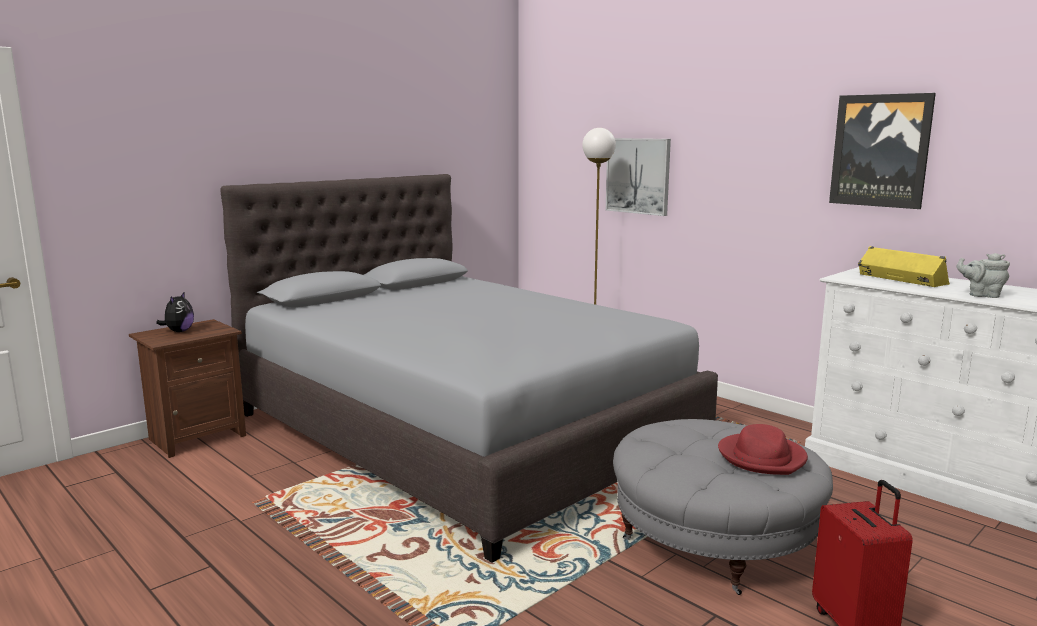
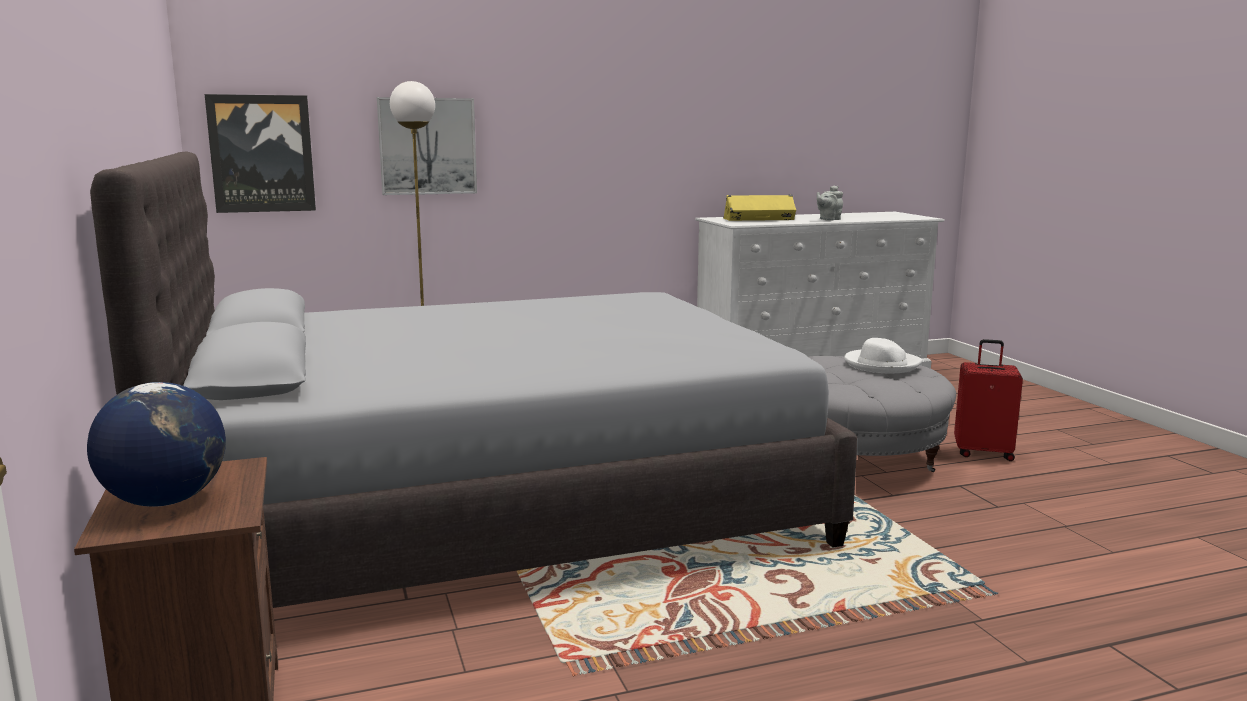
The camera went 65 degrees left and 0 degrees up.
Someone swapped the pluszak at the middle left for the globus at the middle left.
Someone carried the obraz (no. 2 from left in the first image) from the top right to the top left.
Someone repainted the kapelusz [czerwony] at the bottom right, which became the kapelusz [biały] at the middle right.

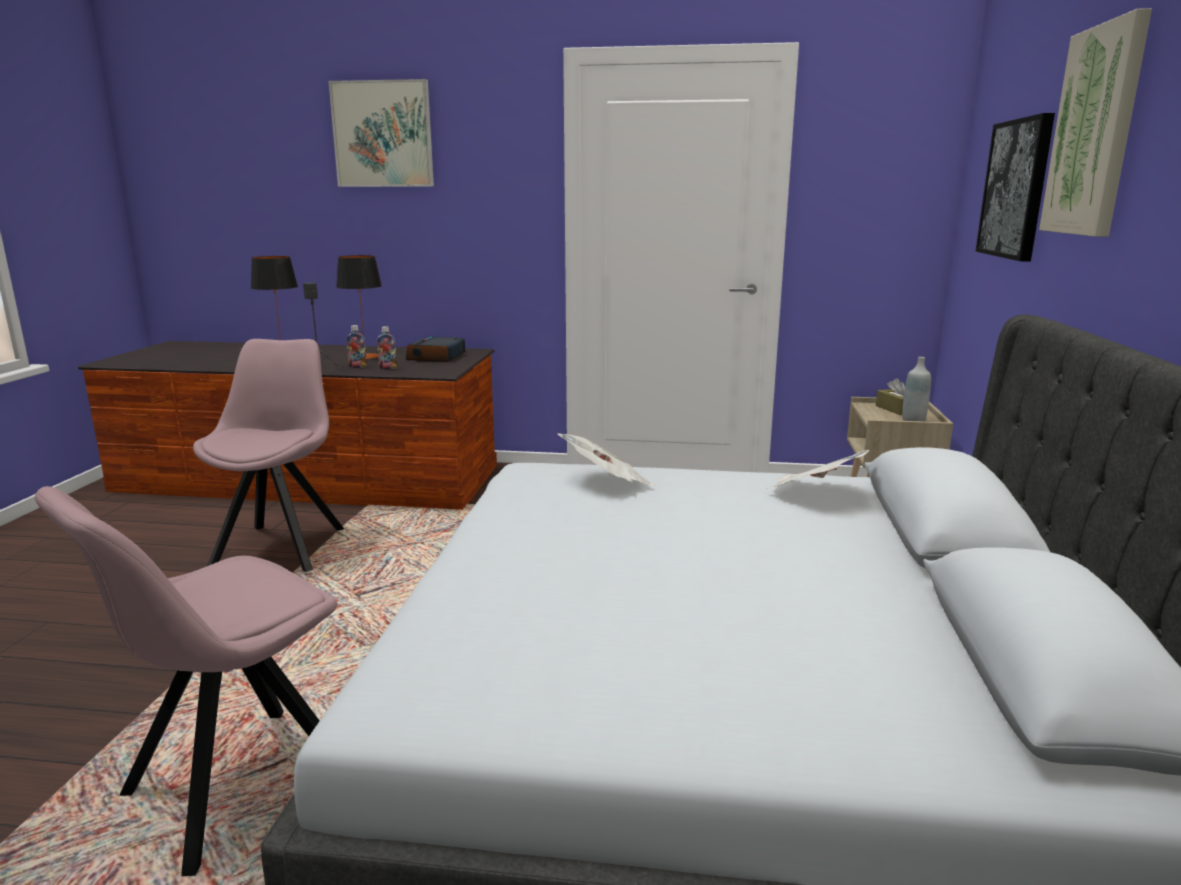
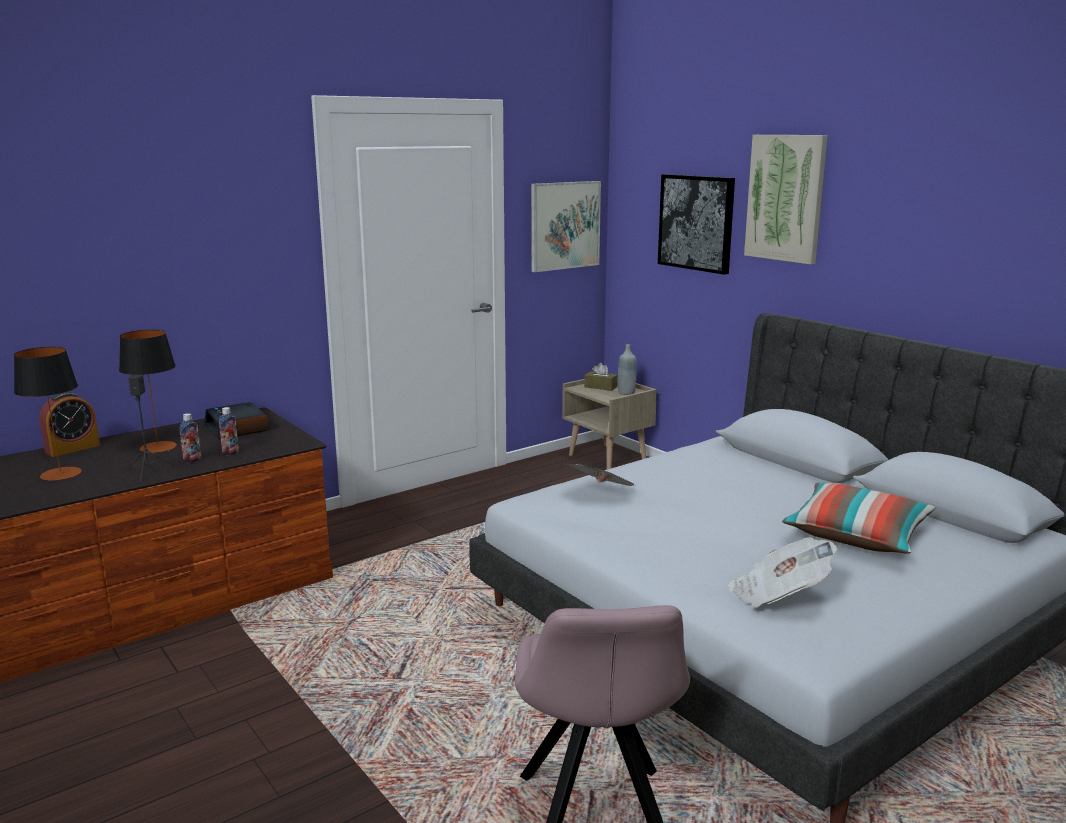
The camera went 45 degrees left and 0 degrees up.
Someone put down the budzik (no. 1 from left) at the middle left.
Someone carried the obraz (no. 1 from left) from the top left to the top centre.
Someone carried the gazeta (no. 2 from left) from the middle right to the bottom right.
Someone put down the poduszka at the middle right.
Someone took away the krzesło [różowy] (no. 2 from left) at the middle left.

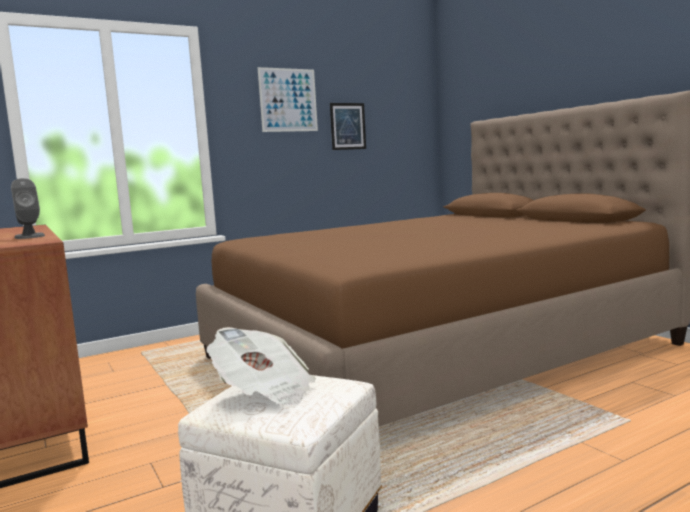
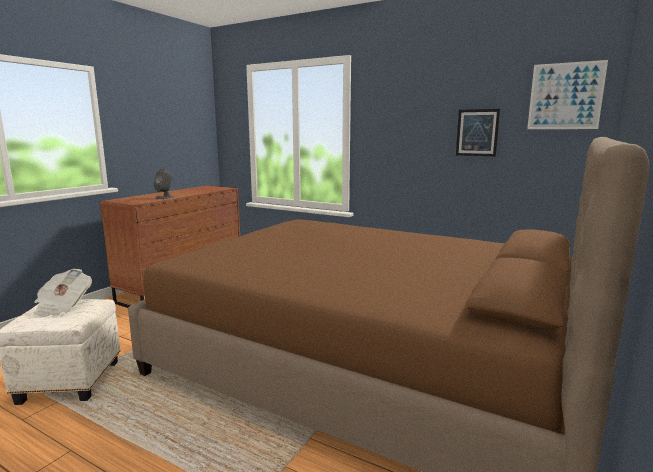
The camera went 60 degrees right and 5 degrees up.
Someone carried the obraz (no. 1 from left in the first image) from the top centre to the top right.

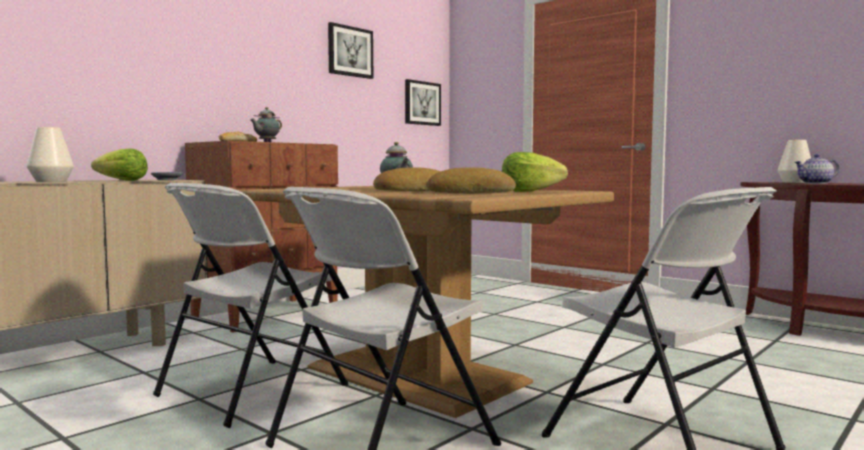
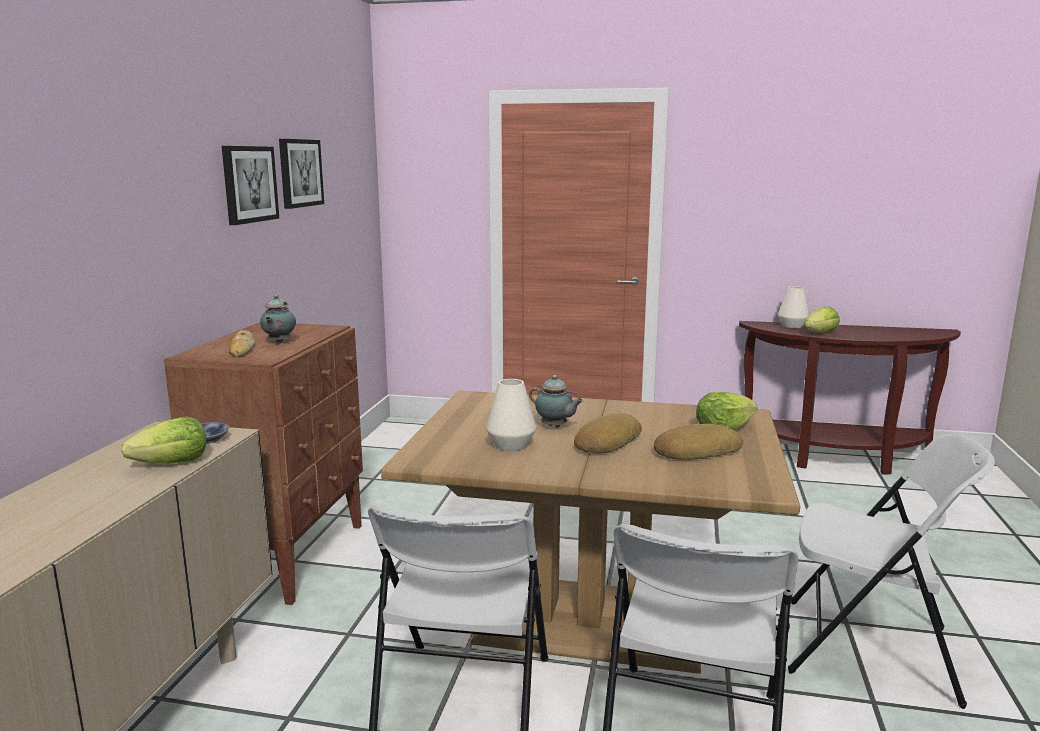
The camera went 30 degrees left and 10 degrees up.
Someone carried the obraz (no. 2 from left in the first image) from the top centre to the top left.
Someone carried the wazon [biały] (no. 1 from left) from the middle left to the centre.
Someone swapped the imbryk (no. 3 from left) at the middle right for the sałata (no. 3 from left) at the middle right.

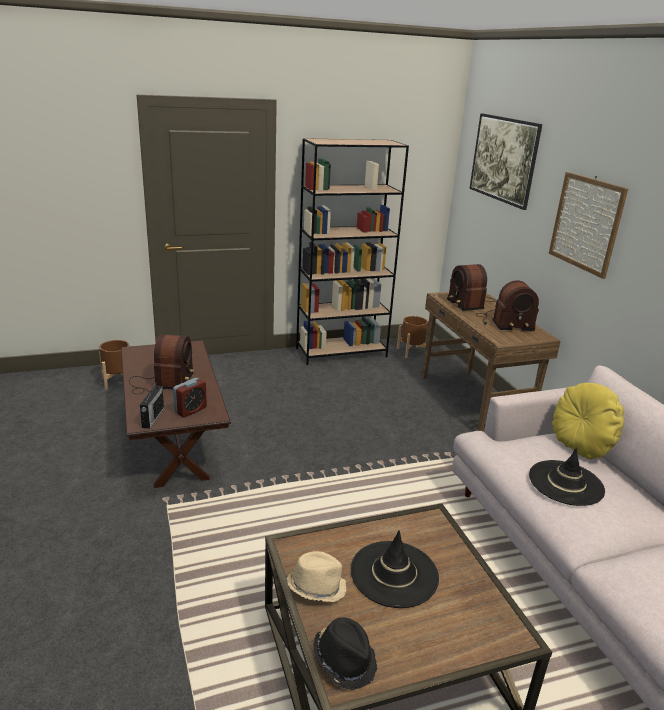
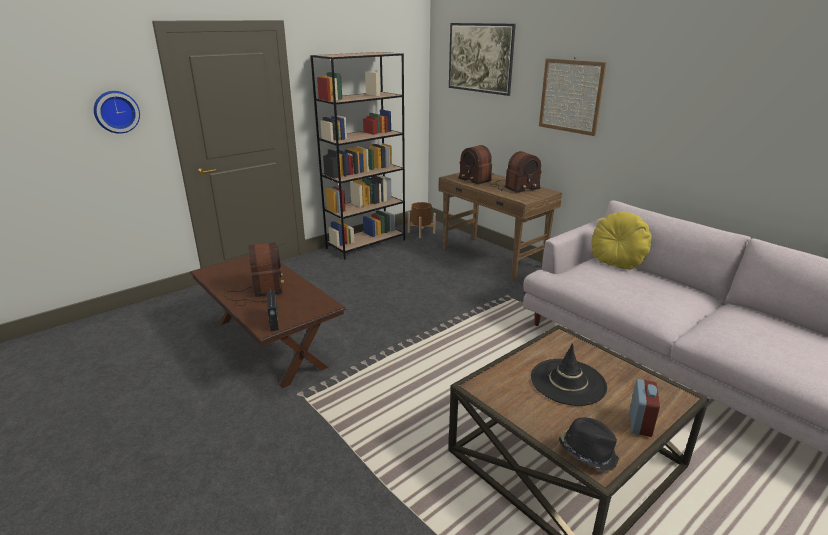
The camera went 20 degrees left and 0 degrees up.
Someone put up the zegar ścienny at the top left.
Someone carried the budzik from the middle left to the bottom right.
Someone took away the donica [brązowy] (no. 1 from left) at the middle left.
Someone took away the kapelusz [beżowy] at the bottom centre.
Someone took away the kapelusz [czarny] (no. 3 from left) at the bottom right.

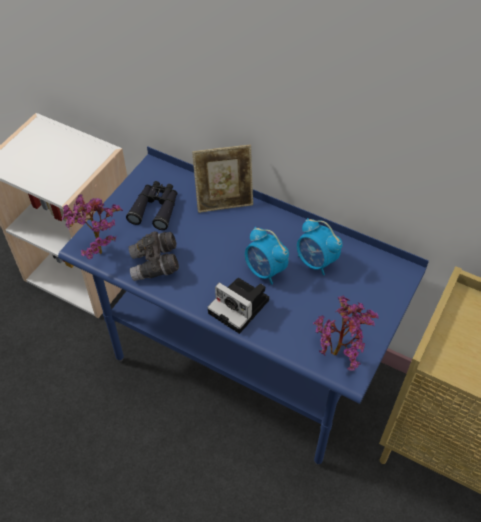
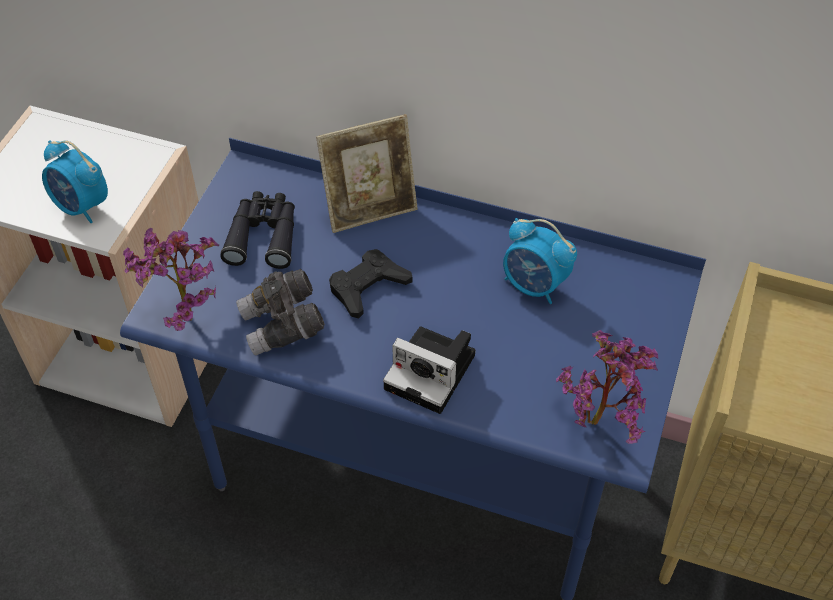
The camera went 10 degrees left and 0 degrees up.
Someone carried the budzik (no. 1 from left) from the centre to the top left.
Someone put down the pad do gier [czarny] at the centre.

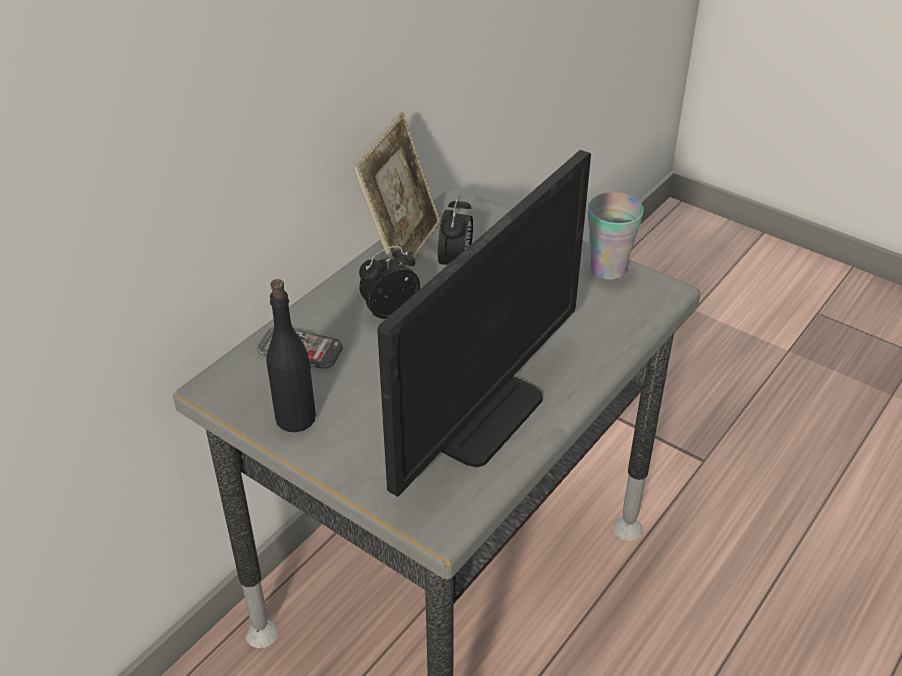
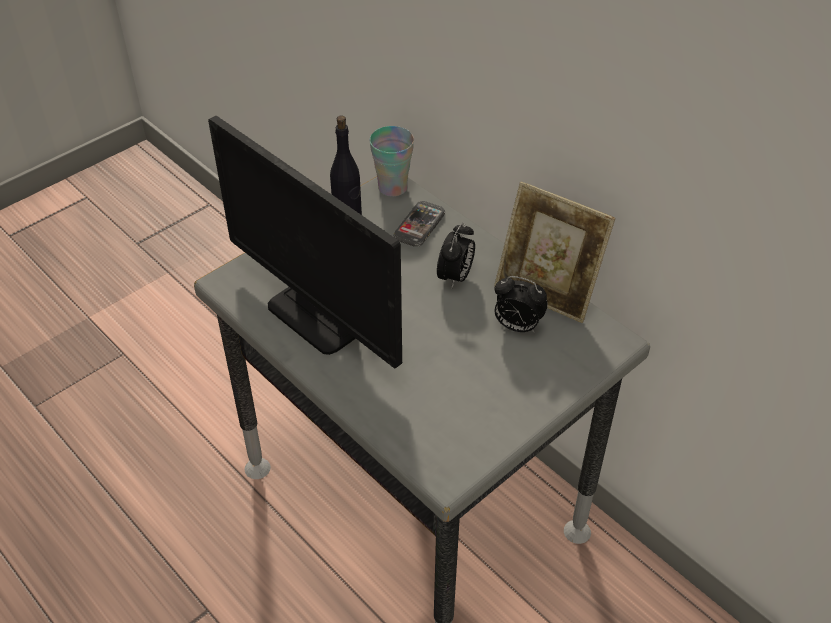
The camera went 100 degrees right and 5 degrees up.
Someone carried the filiżanka from the middle right to the top centre.
Someone rotated the budzik (no. 1 from left) at the centre by 45 degrees clockwise.

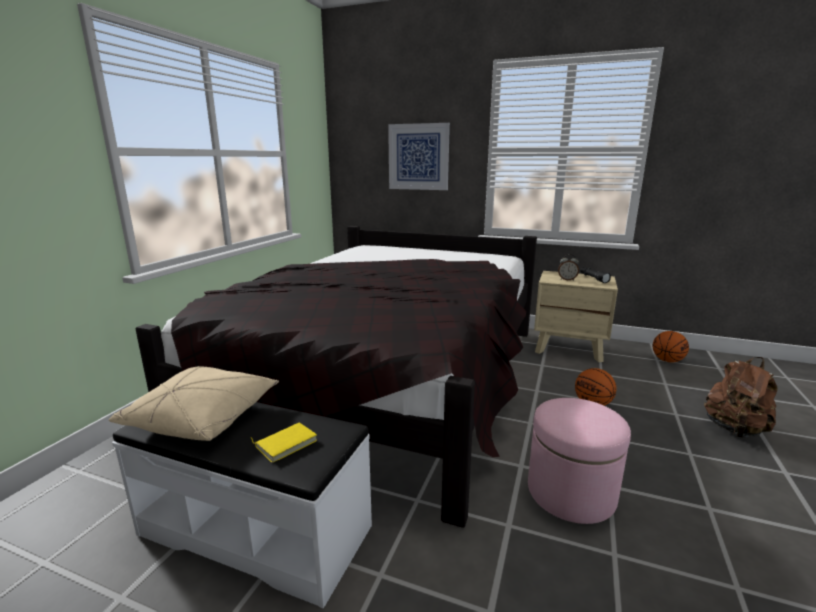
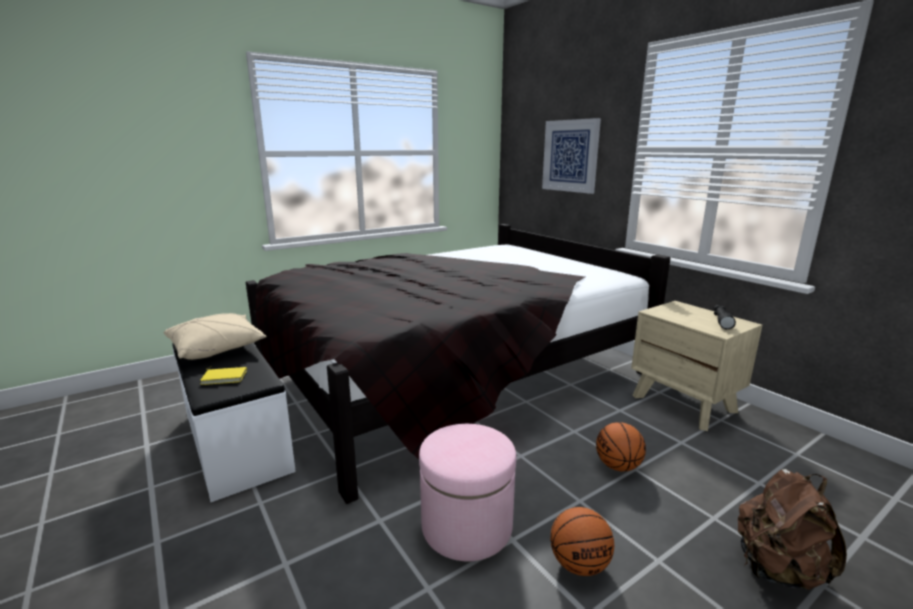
The camera went 35 degrees right and 0 degrees up.
Someone carried the piłka do koszykówki (no. 2 from left in the first image) from the middle right to the bottom centre.
Someone took away the budzik at the middle right.

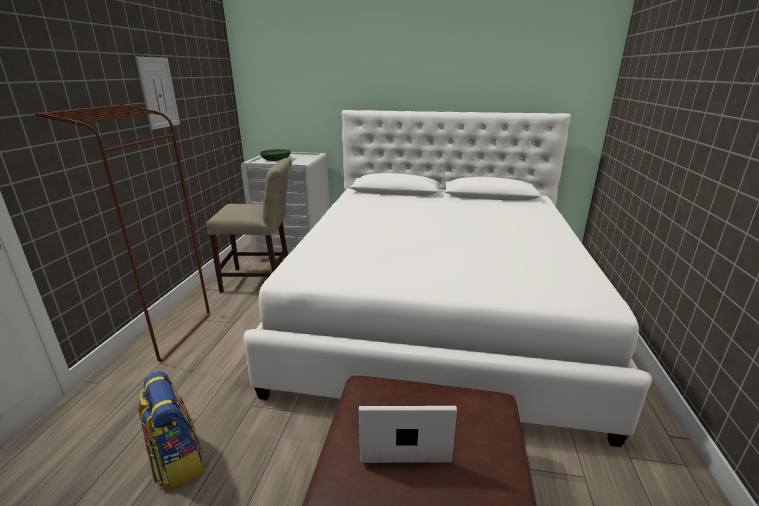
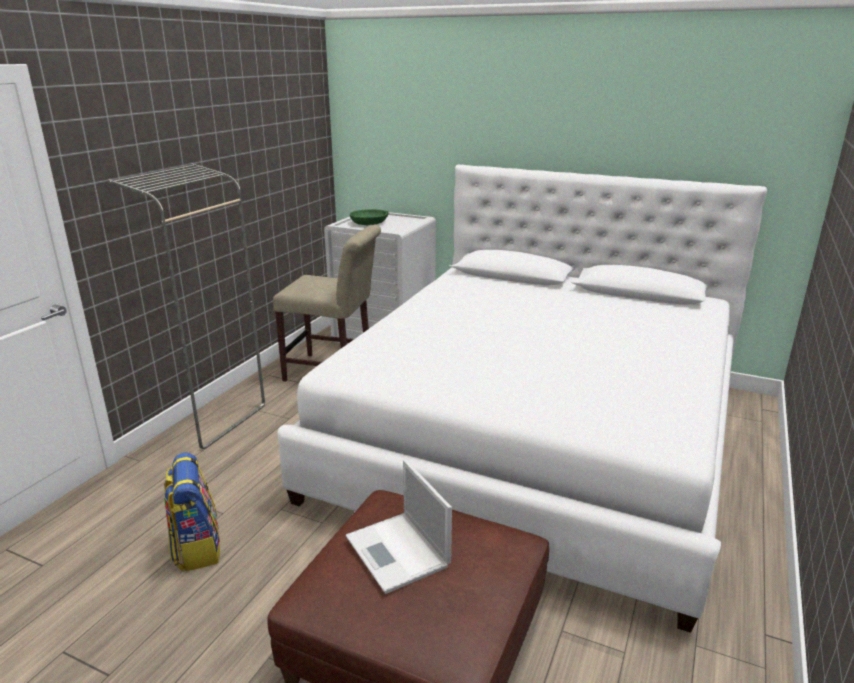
The camera went 15 degrees right and 0 degrees up.
Someone repainted the wieszak [brązowy] at the middle left, which became the wieszak [szary] at the middle left.
Someone rotated the laptop at the bottom centre by 135 degrees counterclockwise.
Someone took away the obraz at the top left.

